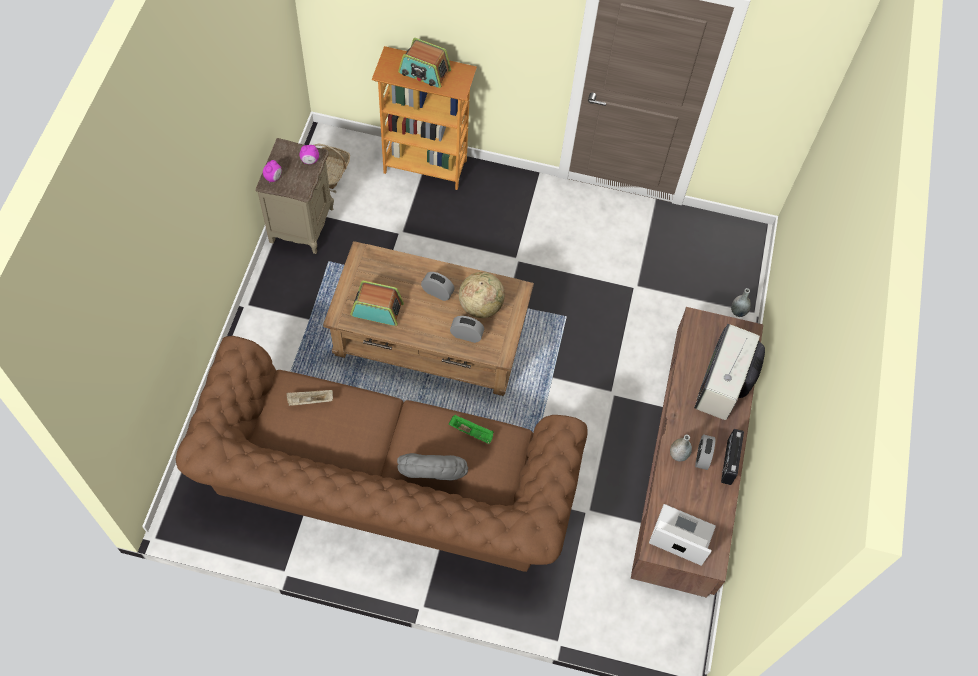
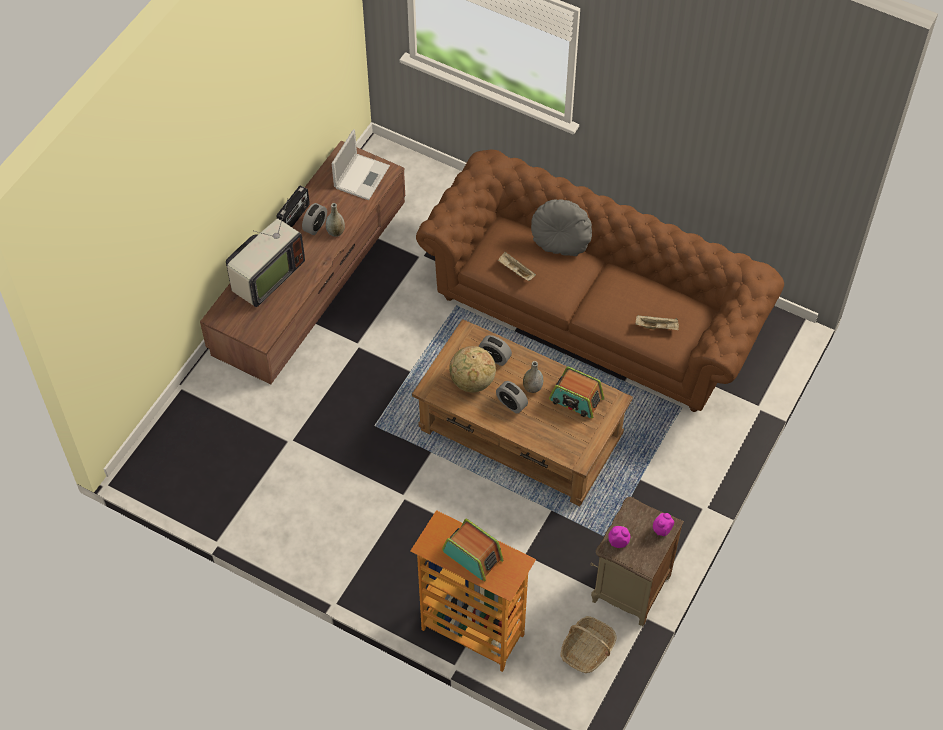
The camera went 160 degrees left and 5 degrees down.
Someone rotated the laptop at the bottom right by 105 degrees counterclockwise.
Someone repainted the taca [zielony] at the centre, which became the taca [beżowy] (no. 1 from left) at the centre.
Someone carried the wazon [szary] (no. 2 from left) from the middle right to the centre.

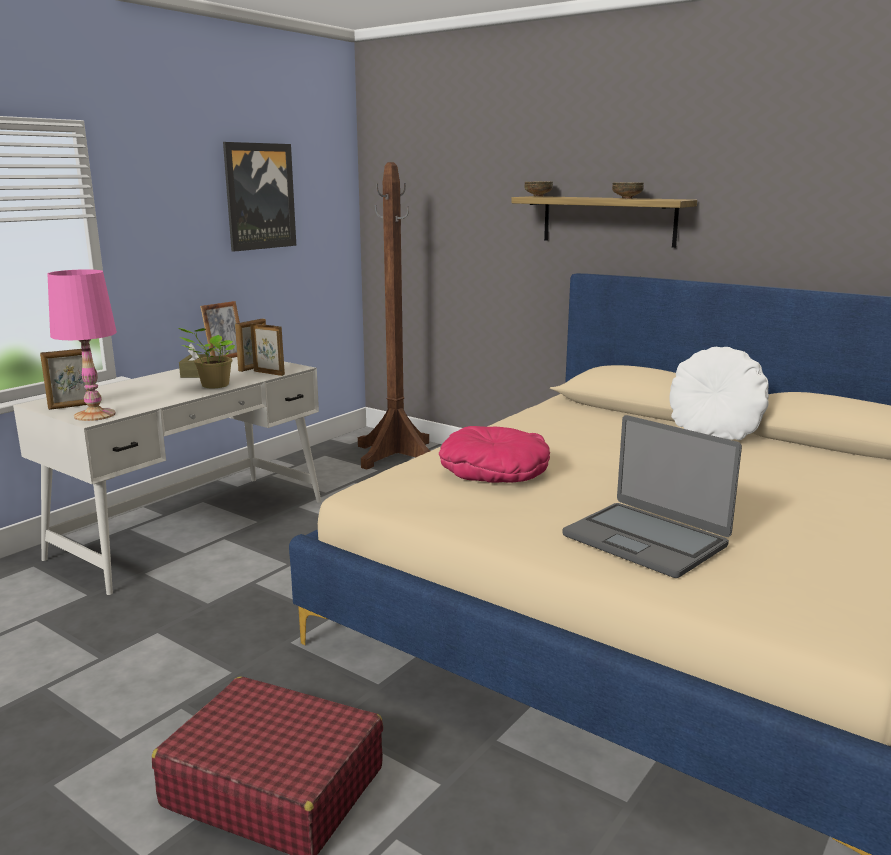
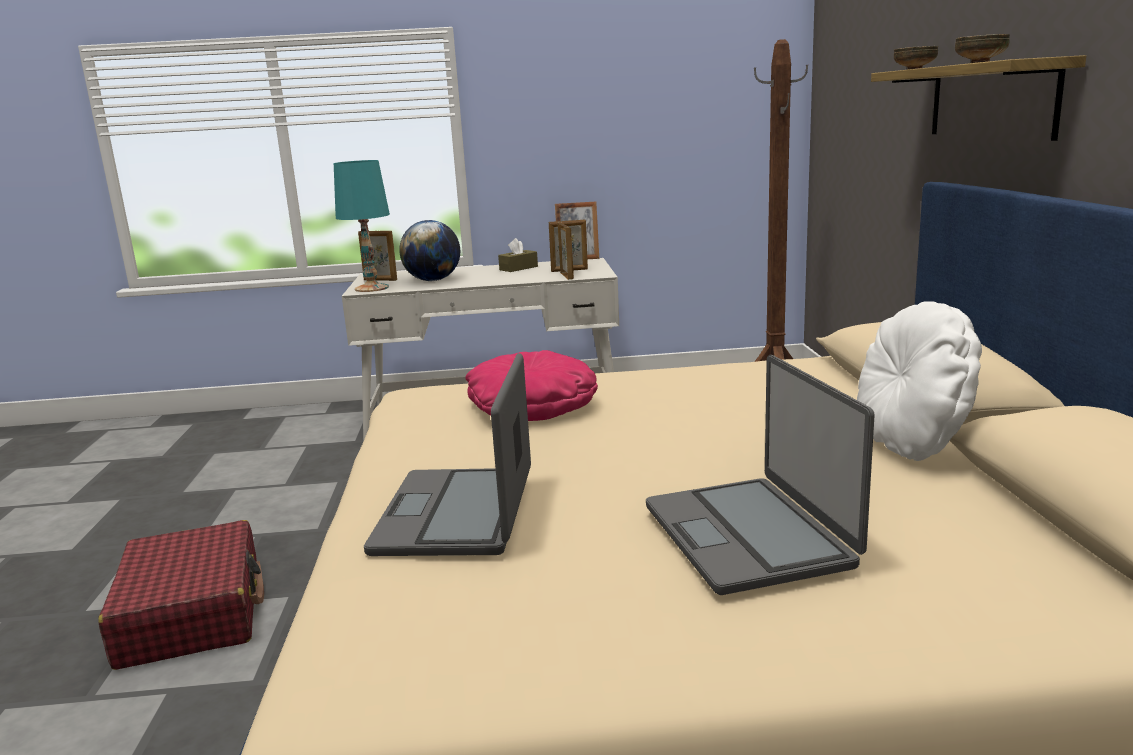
The camera went 50 degrees right and 0 degrees up.
Someone repainted the lampa stołowa [różowy] at the middle left, which became the lampa stołowa [turkusowy] at the top left.
Someone put down the globus at the top centre.
Someone put down the laptop (no. 2 from left) at the middle right.
Someone took away the roślina doniczkowa at the middle left.
Someone took away the obraz at the top left.

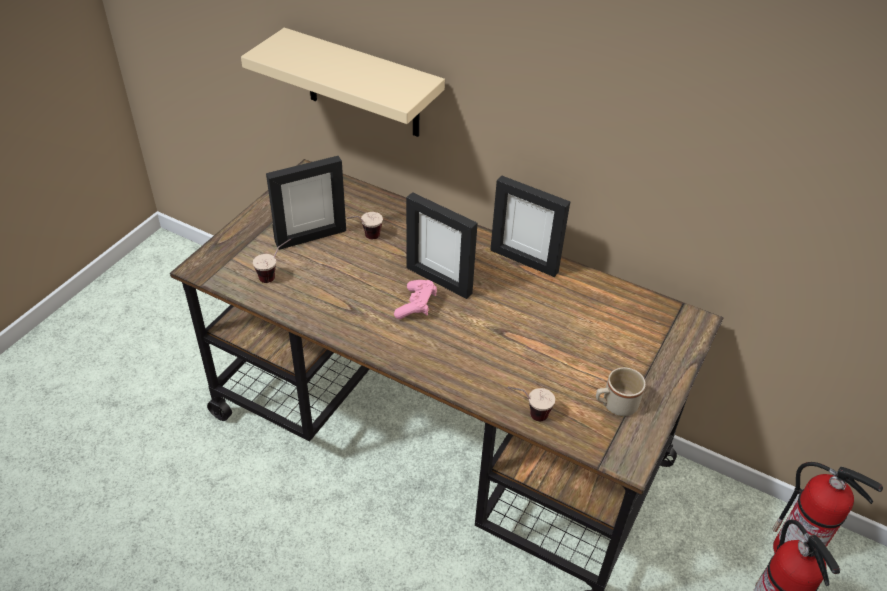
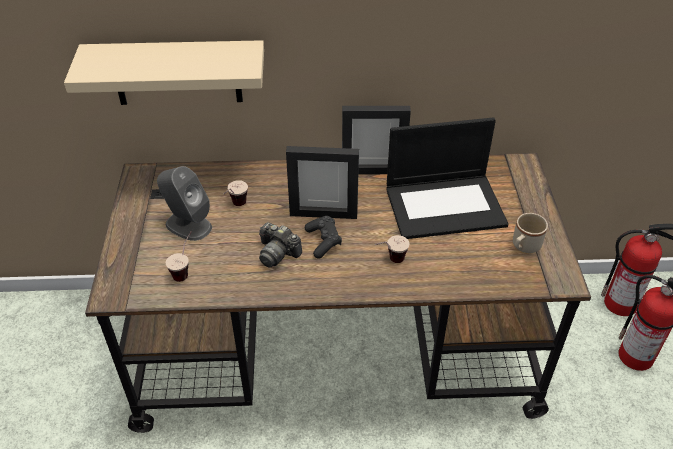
The camera went 30 degrees left and 0 degrees up.
Someone swapped the ramka na zdjęcie (no. 1 from left) at the centre for the głośnik [szary] at the middle left.
Someone put down the aparat fotograficzny at the centre.
Someone repainted the pad do gier [różowy] at the centre, which became the pad do gier [czarny] at the centre.
Someone carried the filiżanka (no. 3 from left) from the bottom centre to the centre.
Someone put down the laptop at the centre.

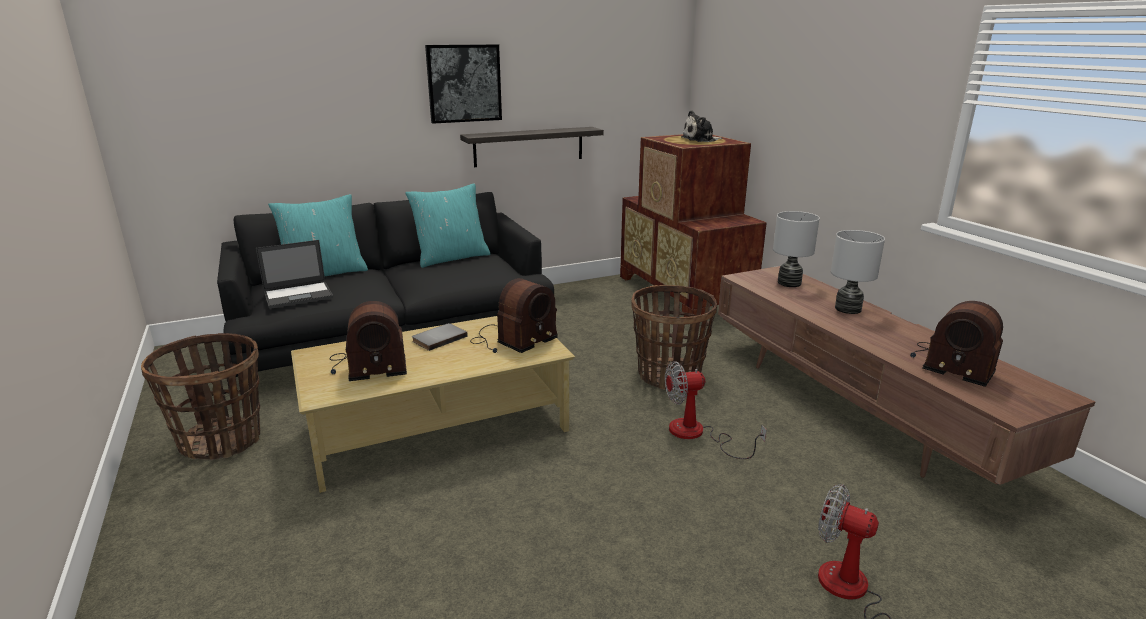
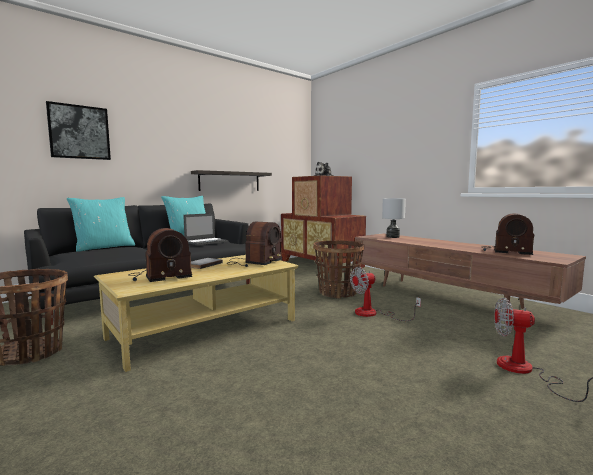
The camera went 15 degrees left and 15 degrees down.
Someone carried the obraz from the top centre to the top left.
Someone carried the laptop from the middle left to the centre.
Someone took away the lampa stołowa [szary] (no. 2 from left) at the middle right.

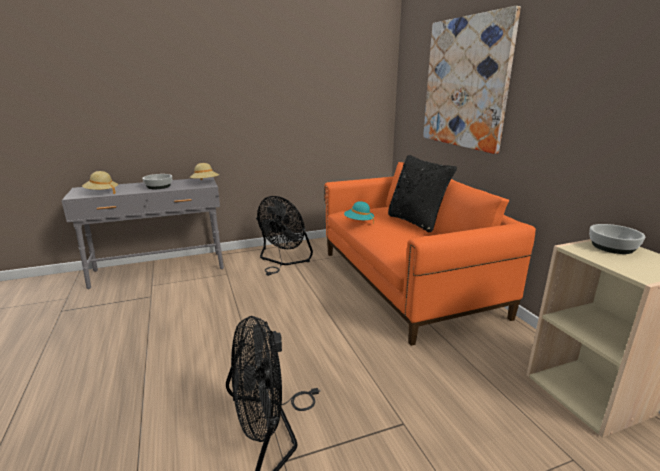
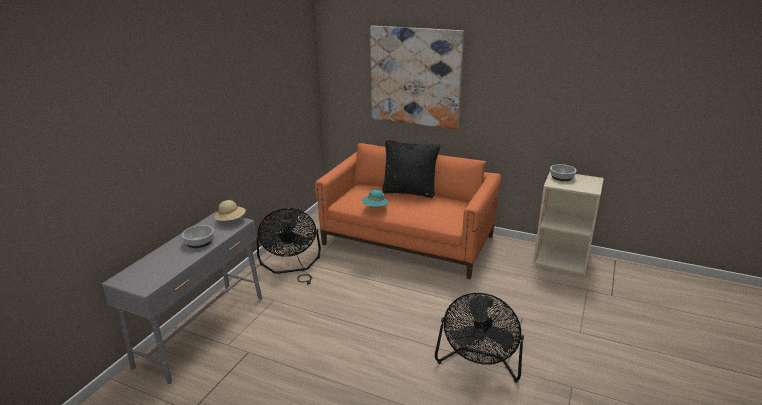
The camera went 45 degrees left and 5 degrees up.
Someone took away the kapelusz [beżowy] (no. 1 from left) at the middle left.

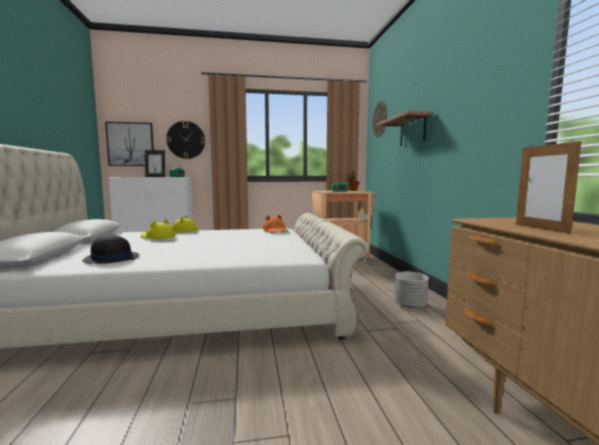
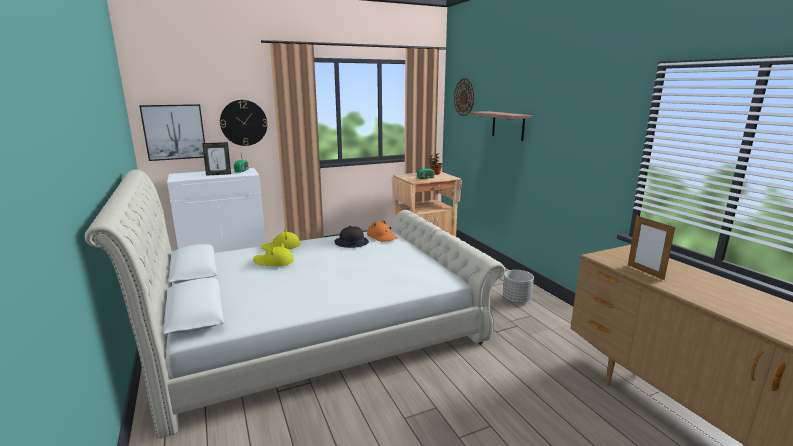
The camera went 15 degrees left and 10 degrees up.
Someone carried the kapelusz [czarny] from the middle left to the centre.

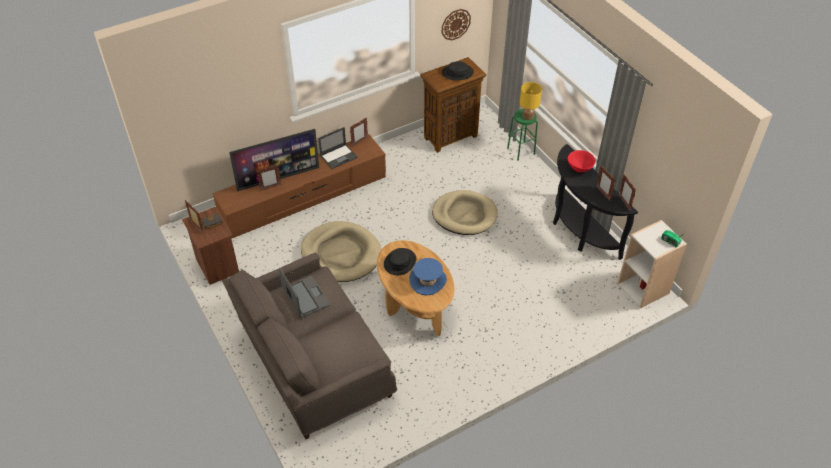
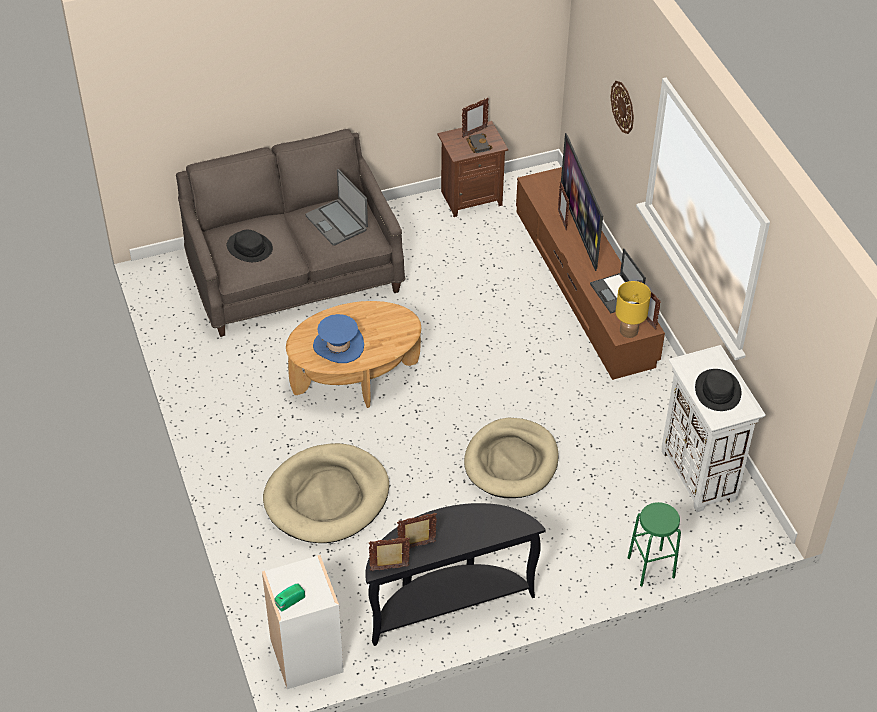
The camera went 100 degrees right and 0 degrees up.
Someone carried the kapelusz [czarny] (no. 1 from left) from the centre to the middle left.
Someone carried the legowisko [beżowy] (no. 1 from left) from the centre to the bottom centre.
Someone rotated the laptop (no. 1 from left) at the centre by 75 degrees clockwise.
Someone carried the zegar ścienny from the top centre to the top right.
Someone carried the lampa stołowa [żółty] from the top centre to the middle right.
Someone repainted the szafka [brązowy] at the top centre, which became the szafka [biały] at the middle right.
Someone took away the miska [czerwony] at the middle right.

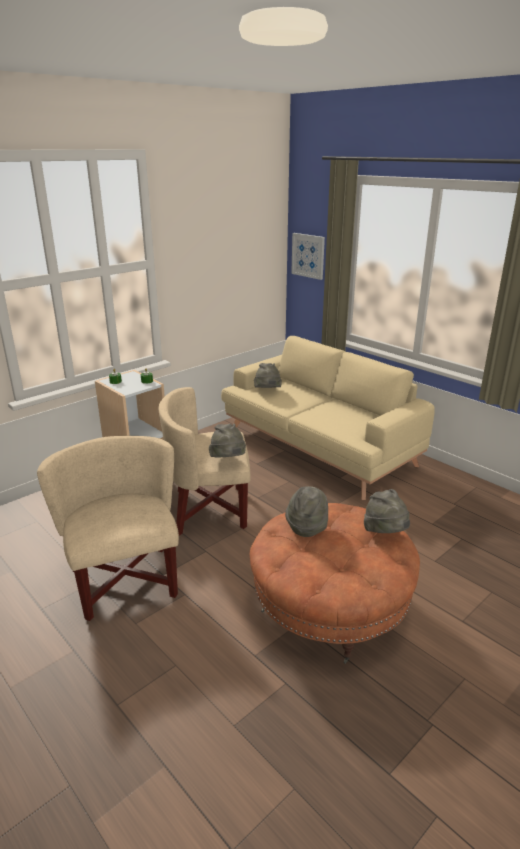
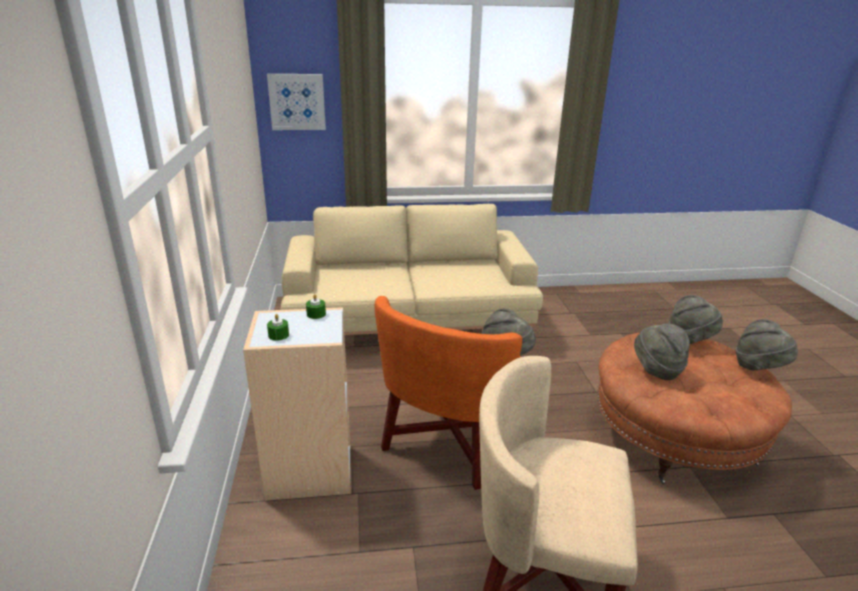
The camera went 55 degrees left and 0 degrees up.
Someone repainted the fotel [beżowy] (no. 2 from left) at the centre, which became the fotel [pomarańczowy] at the centre.
Someone carried the kapelusz [szary] (no. 2 from left in the first image) from the centre to the middle right.

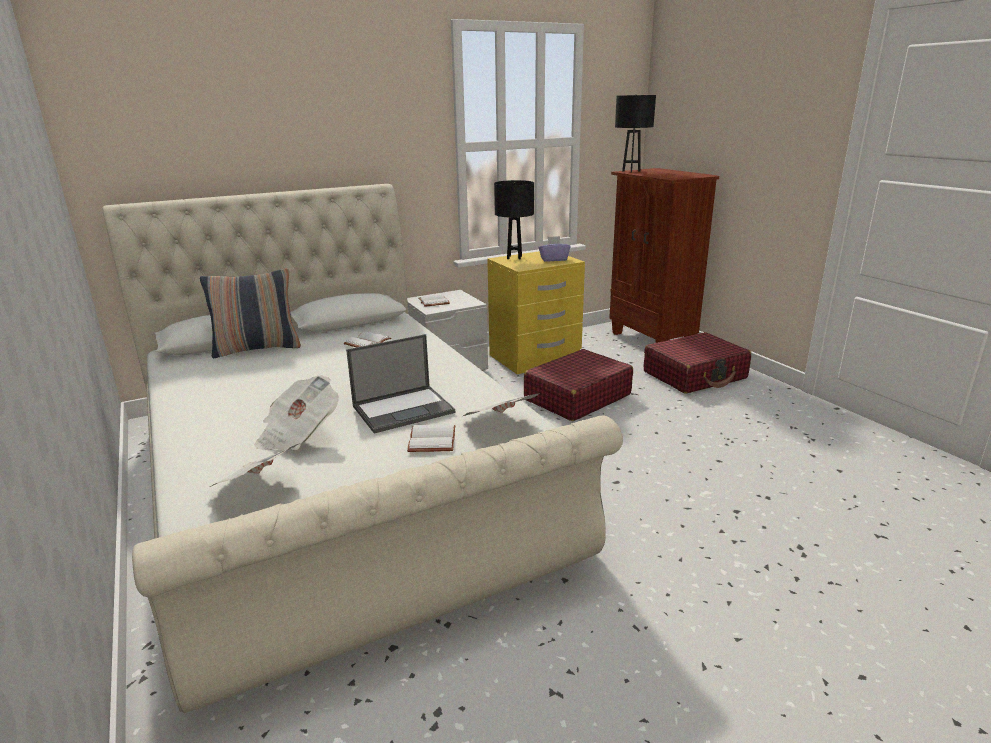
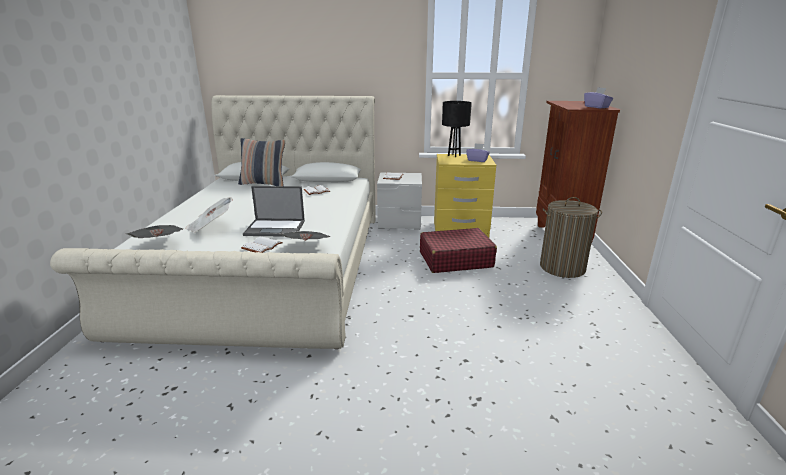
The camera went 30 degrees right and 0 degrees up.
Someone swapped the walizka [czerwony] (no. 2 from left) at the middle right for the kosz na pranie at the middle right.
Someone put down the pudełko chusteczek [fioletowy] (no. 2 from left) at the top right.
Someone took away the lampa stołowa [czarny] (no. 2 from left) at the top centre.

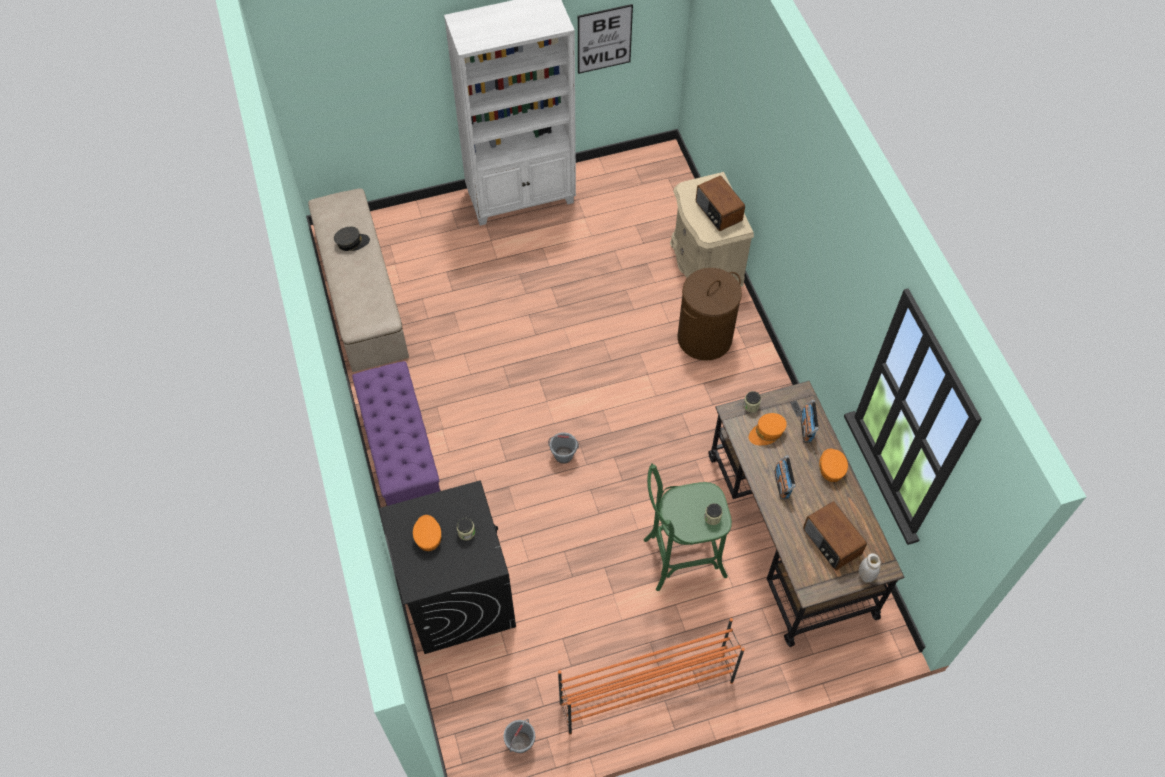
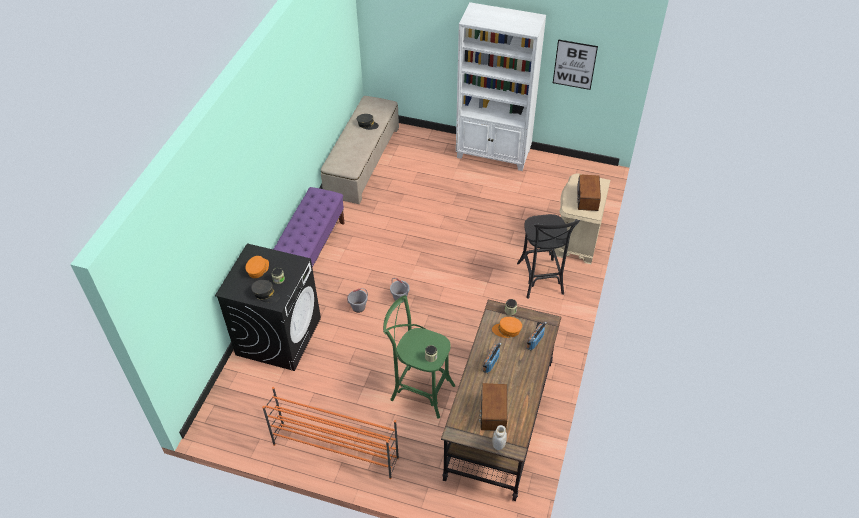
The camera went 35 degrees right and 10 degrees down.
Someone put down the czapka z daszkiem [szary] (no. 1 from left) at the middle left.
Someone carried the wiadro [szary] (no. 1 from left) from the bottom centre to the centre.
Someone swapped the kosz na pranie [brązowy] at the centre for the stołek [czarny] at the centre.
Someone took away the czapka z daszkiem [pomarańczowy] (no. 3 from left) at the middle right.

